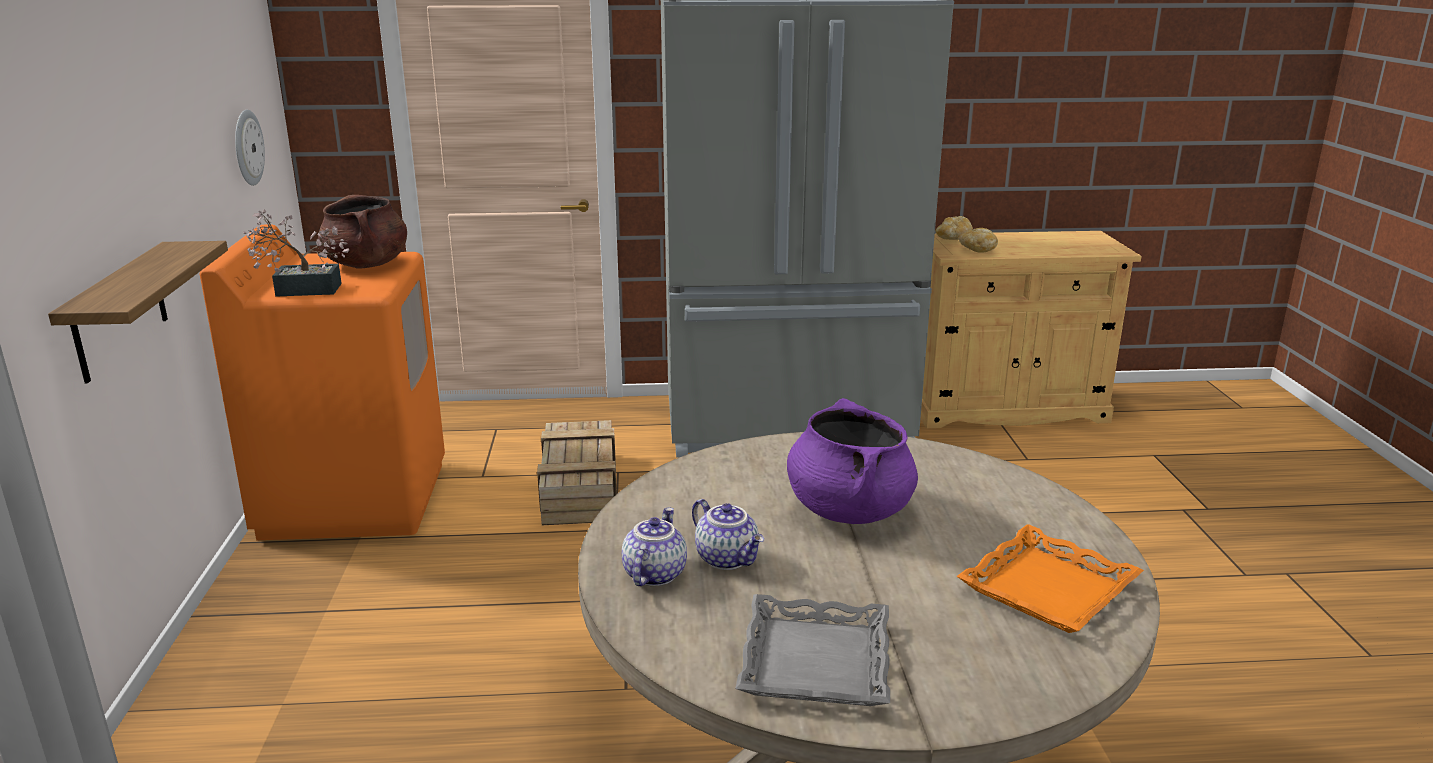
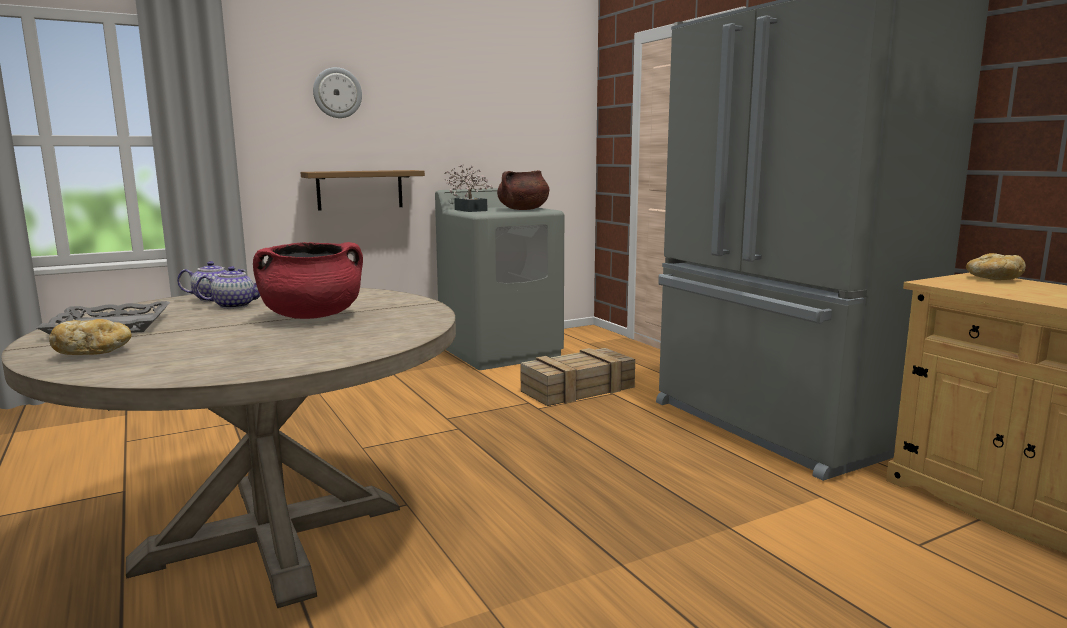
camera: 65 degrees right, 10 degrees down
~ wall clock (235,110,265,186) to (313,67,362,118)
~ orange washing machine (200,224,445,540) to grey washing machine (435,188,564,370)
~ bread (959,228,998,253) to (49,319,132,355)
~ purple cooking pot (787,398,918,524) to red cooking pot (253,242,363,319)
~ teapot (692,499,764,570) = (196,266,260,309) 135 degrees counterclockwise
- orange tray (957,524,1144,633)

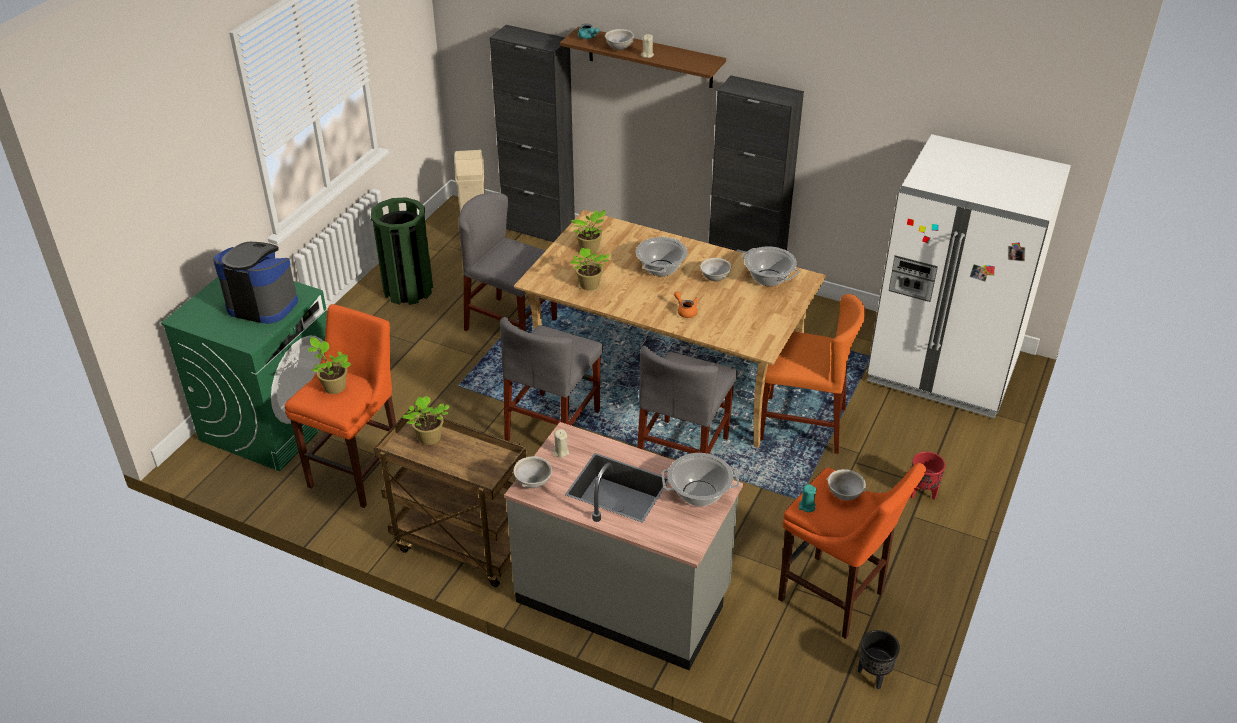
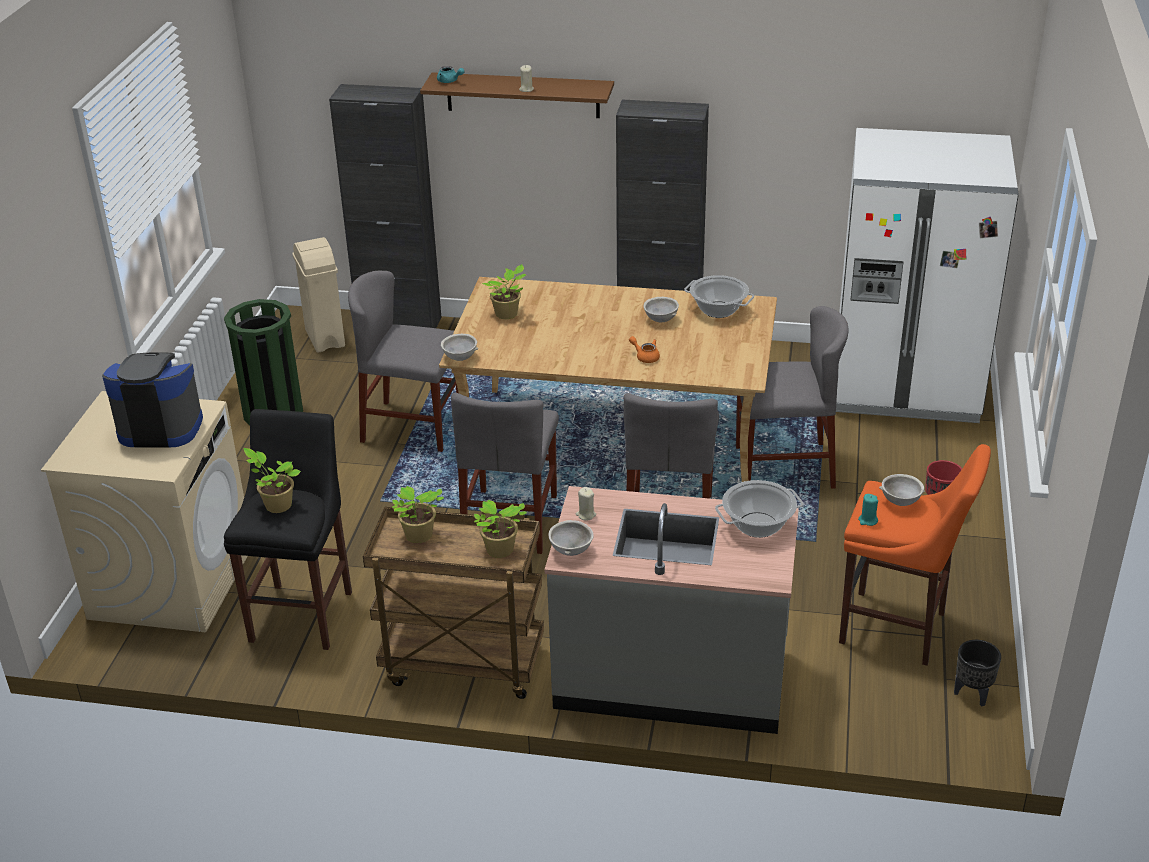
camera: 15 degrees left, 5 degrees down
~ grey bowl (605,29,634,50) to (441,334,478,361)
- cooking pot (636,237,688,276)
~ potted plant (570,248,609,290) to (474,500,527,558)
~ green washing machine (161,277,327,471) to beige washing machine (41,391,247,632)
~ orange chair (760,294,865,454) to grey chair (736,306,848,489)
~ orange stool (285,304,396,508) to black stool (224,409,352,650)

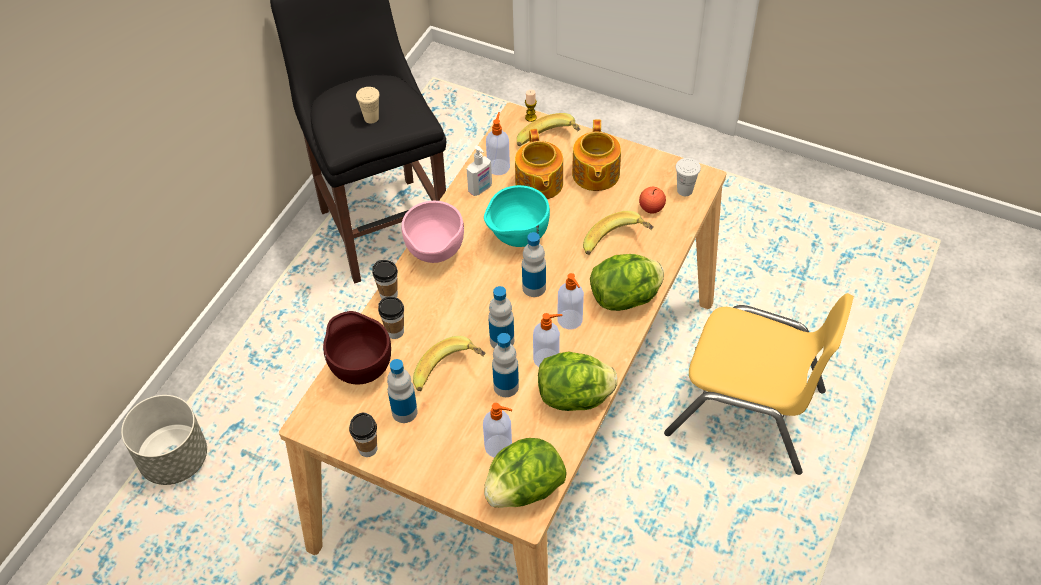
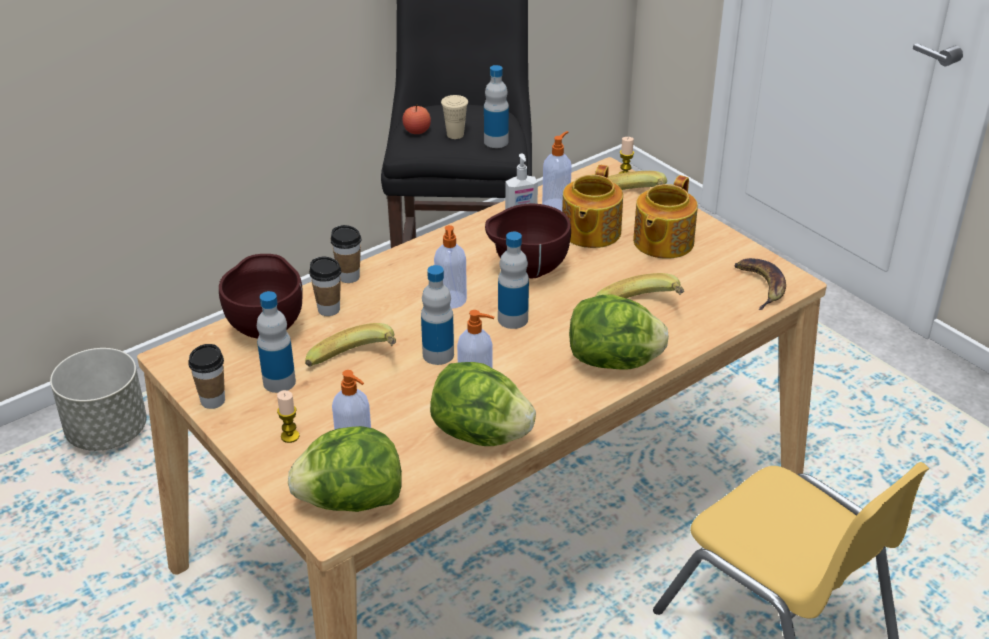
camera: 25 degrees right, 15 degrees down
~ white cup (675,158,701,196) to banana (734,258,786,310)
~ turquoise bowl (484,185,550,247) to brown bowl (485,204,571,278)
~ apple (639,187,666,213) to (402,104,431,134)
- pink bowl (402,201,464,263)
~ soap dispenser (557,273,584,330) to (434,225,467,309)
~ bottle (492,333,519,397) to (484,65,509,148)
+ candle (277,390,300,443)

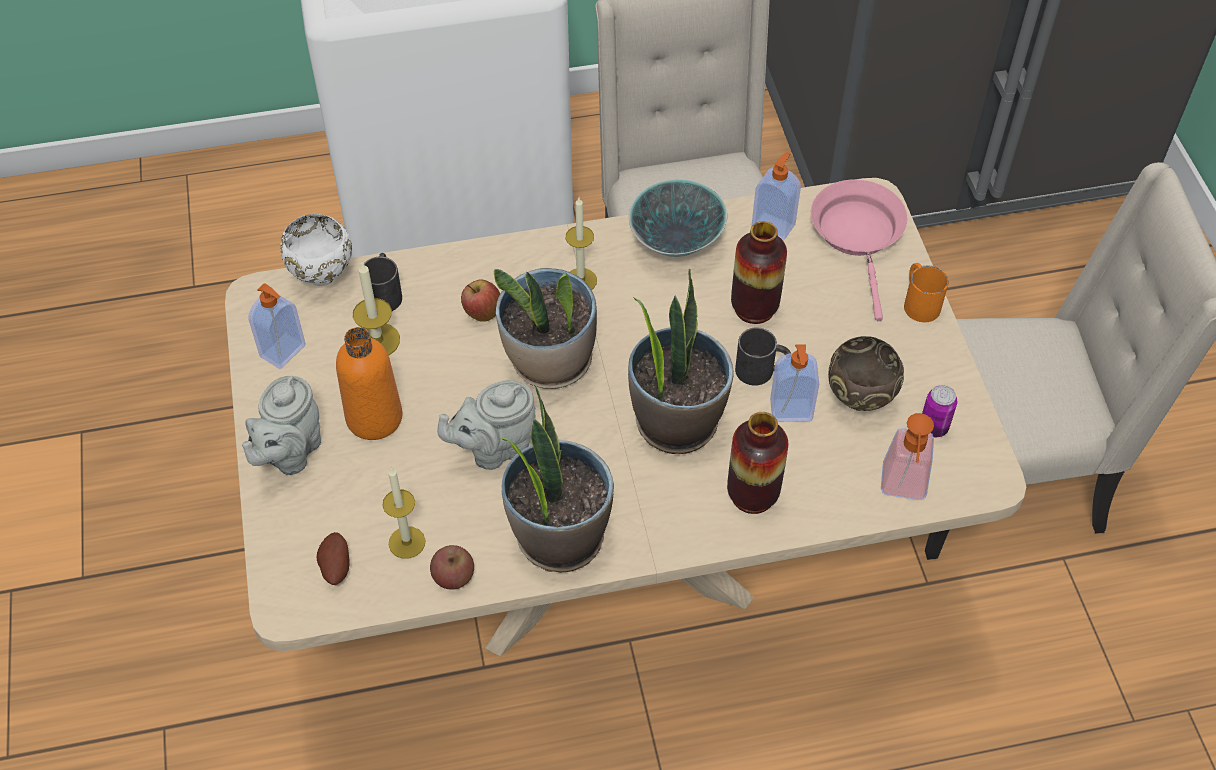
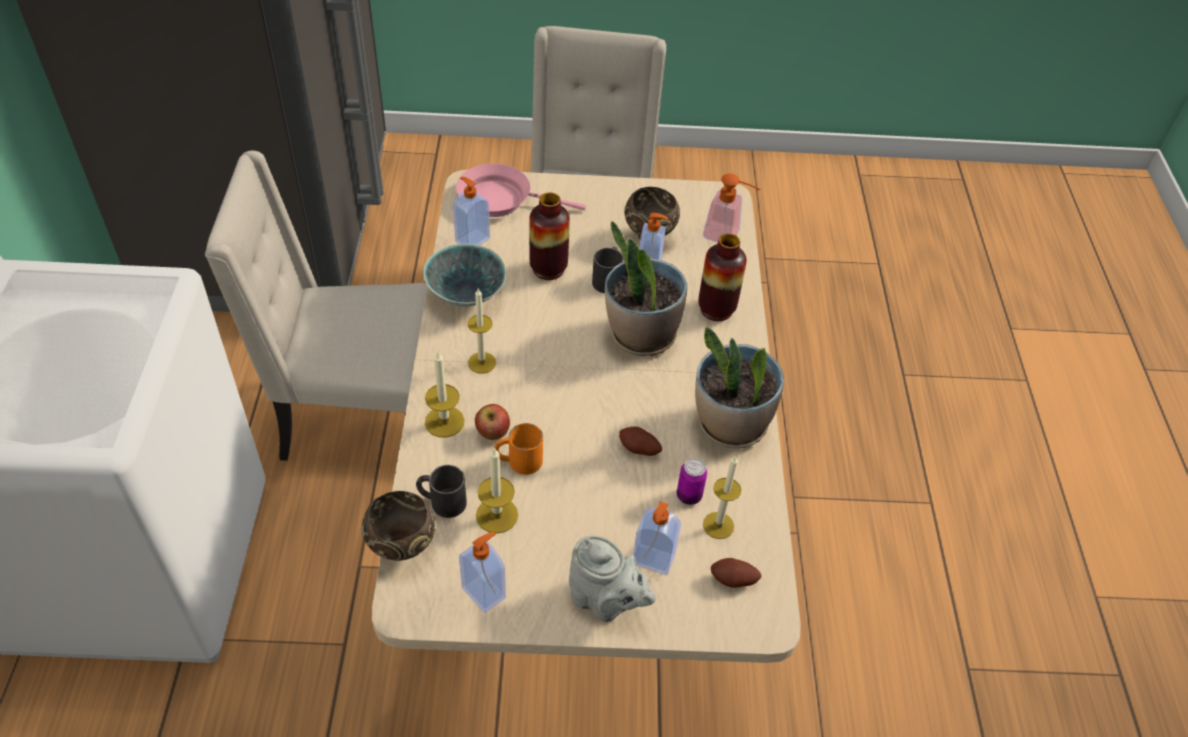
camera: 80 degrees left, 5 degrees down
~ white bowl (280,214,352,286) to brown bowl (362,491,435,561)
~ orange mug (904,263,949,322) to (494,423,543,475)
- potted plant (494,268,597,389)
- orange bottle (336,327,403,440)
~ grey teapot (437,380,536,470) to potato (619,427,662,456)
~ can (922,385,957,437) to (677,458,707,505)
- apple (430,545,474,590)
+ candle (425,352,465,438)
+ soap dispenser (633,501,681,575)

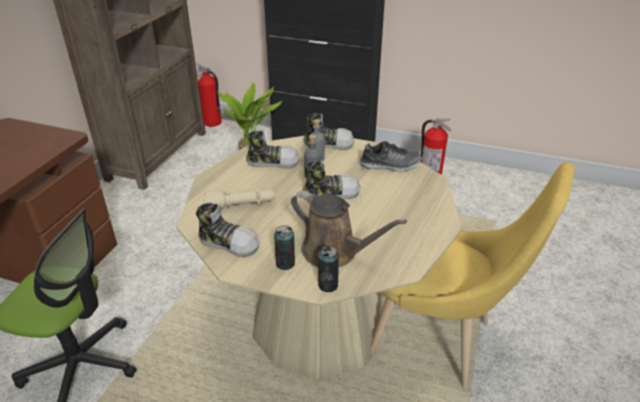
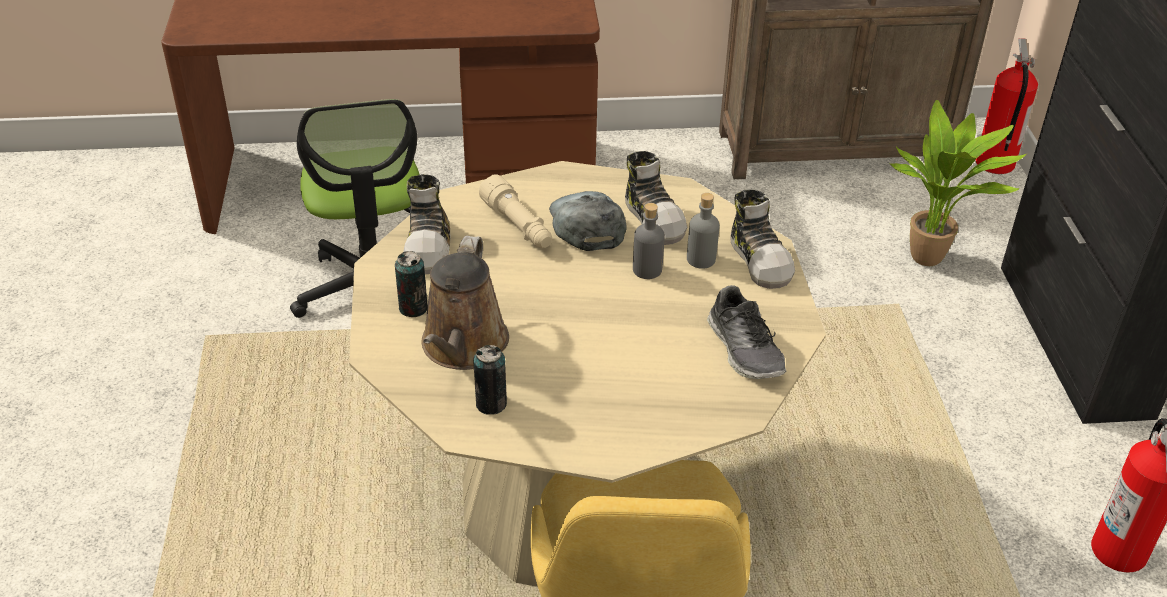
camera: 65 degrees right, 5 degrees up
- shoe (302,160,360,199)
~ can (318,246,339,292) to (473,345,507,415)
+ grey cap (549,191,627,251)

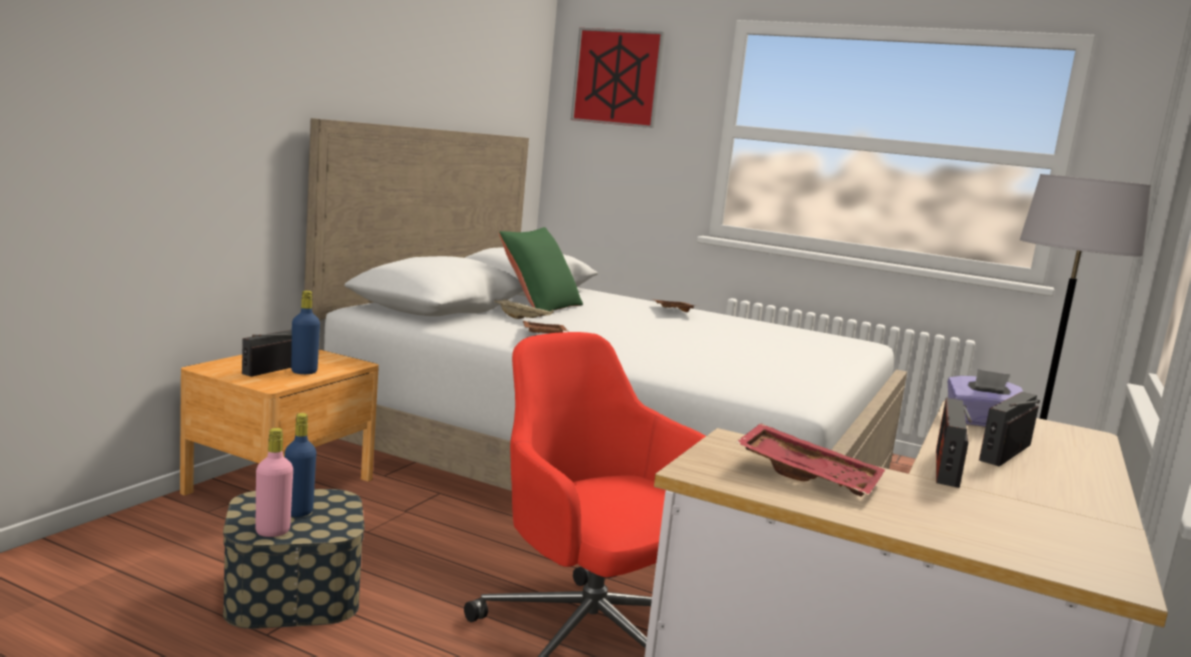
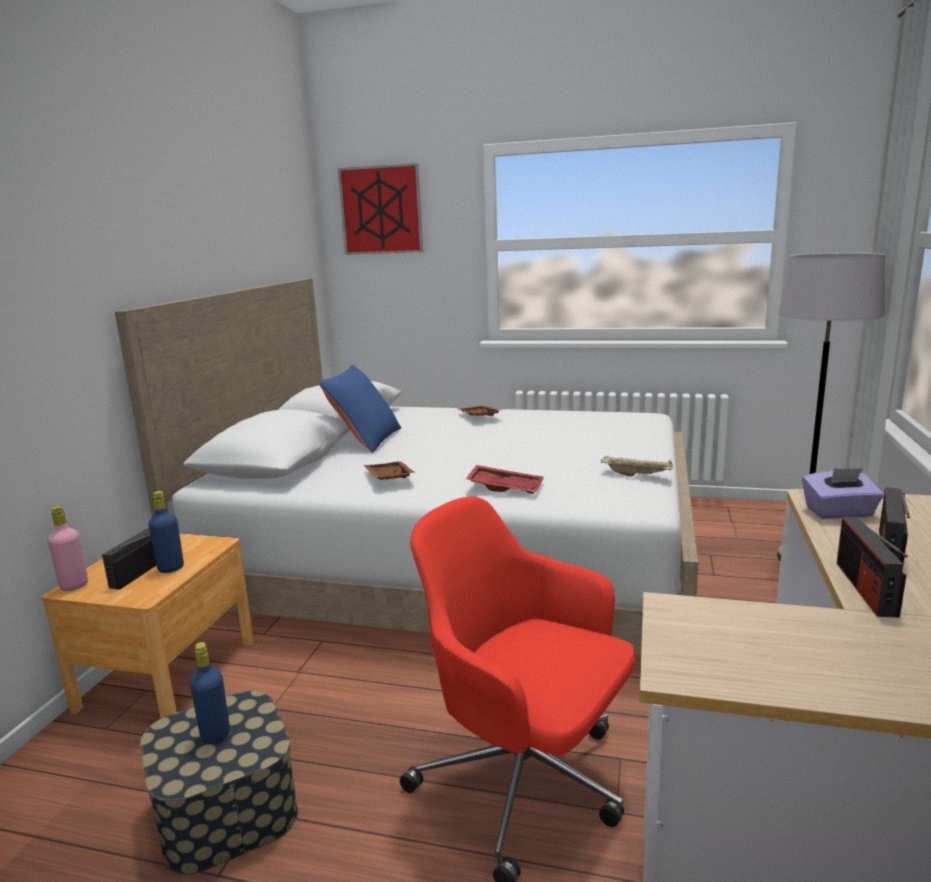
camera: 10 degrees left, 5 degrees up
~ green pillow (499,227,583,317) to blue pillow (318,365,401,453)
~ beige tray (494,299,554,319) to (601,456,673,477)
~ red tray (736,423,885,497) to (466,465,544,494)
~ pink bottle (256,428,293,537) to (48,506,88,591)

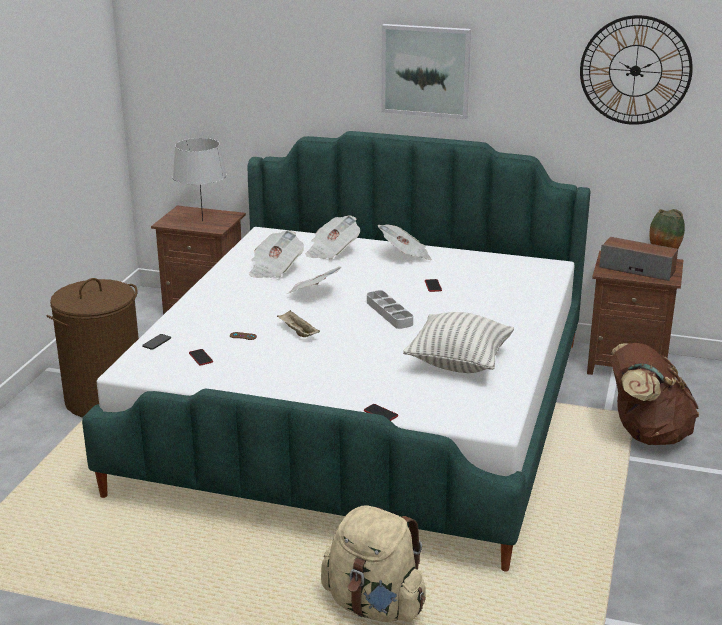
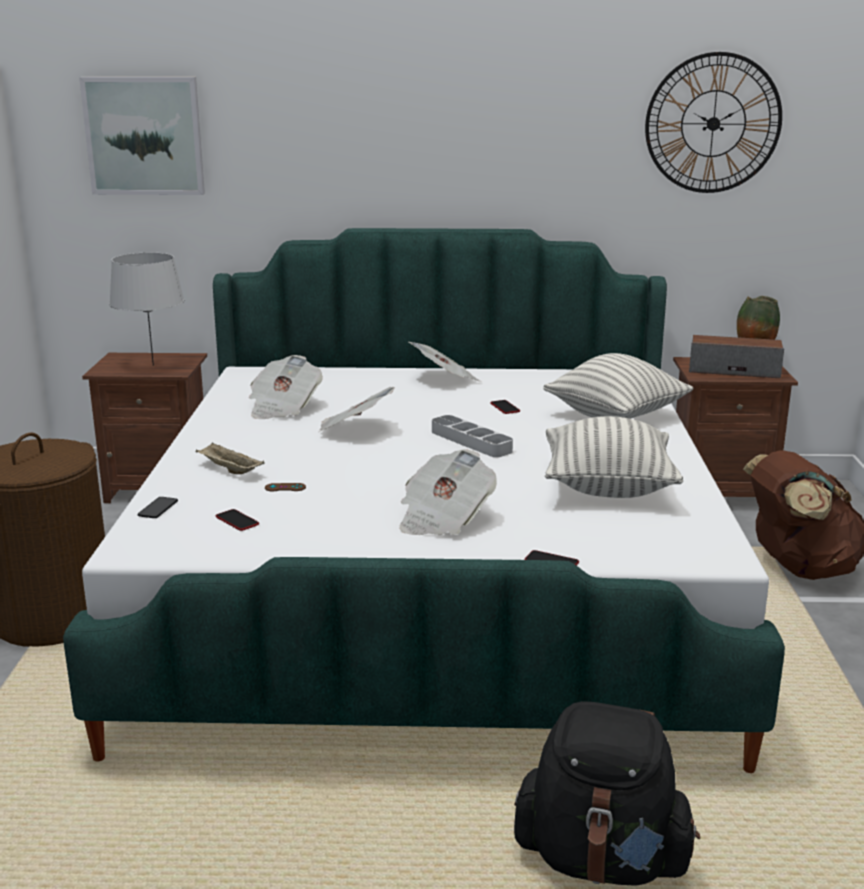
camera: 15 degrees left, 5 degrees down
~ picture (382,24,471,119) to (79,77,205,195)
~ newspaper (306,216,360,260) to (399,449,497,535)
~ beige tray (277,310,320,337) to (196,443,264,474)
~ beige backpack (321,505,426,622) to black backpack (514,701,700,886)
+ pillow (543,353,693,419)

